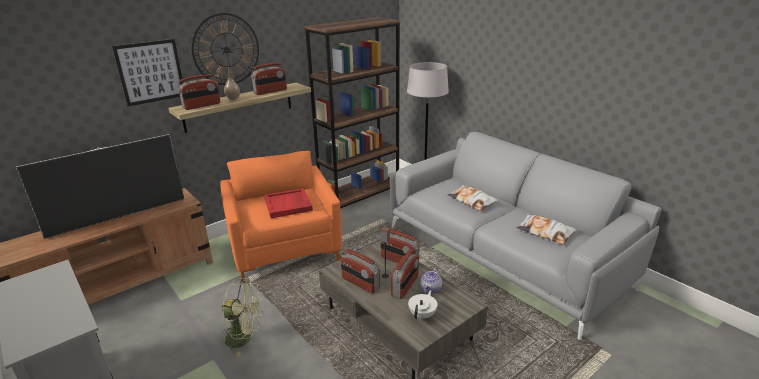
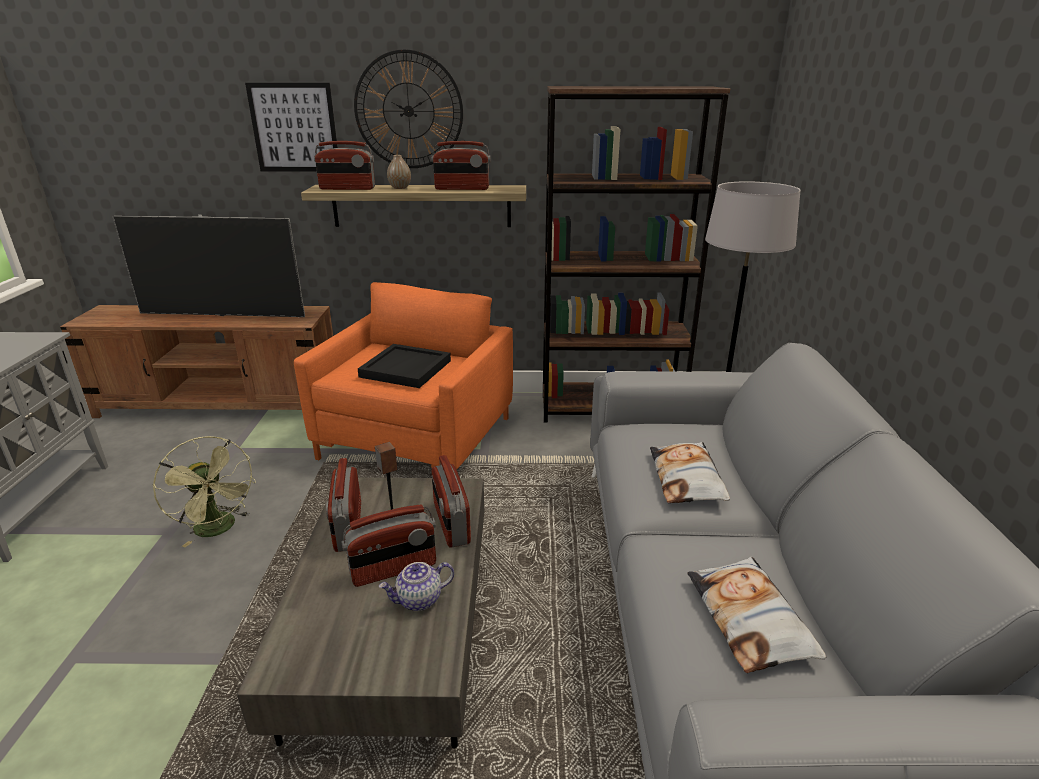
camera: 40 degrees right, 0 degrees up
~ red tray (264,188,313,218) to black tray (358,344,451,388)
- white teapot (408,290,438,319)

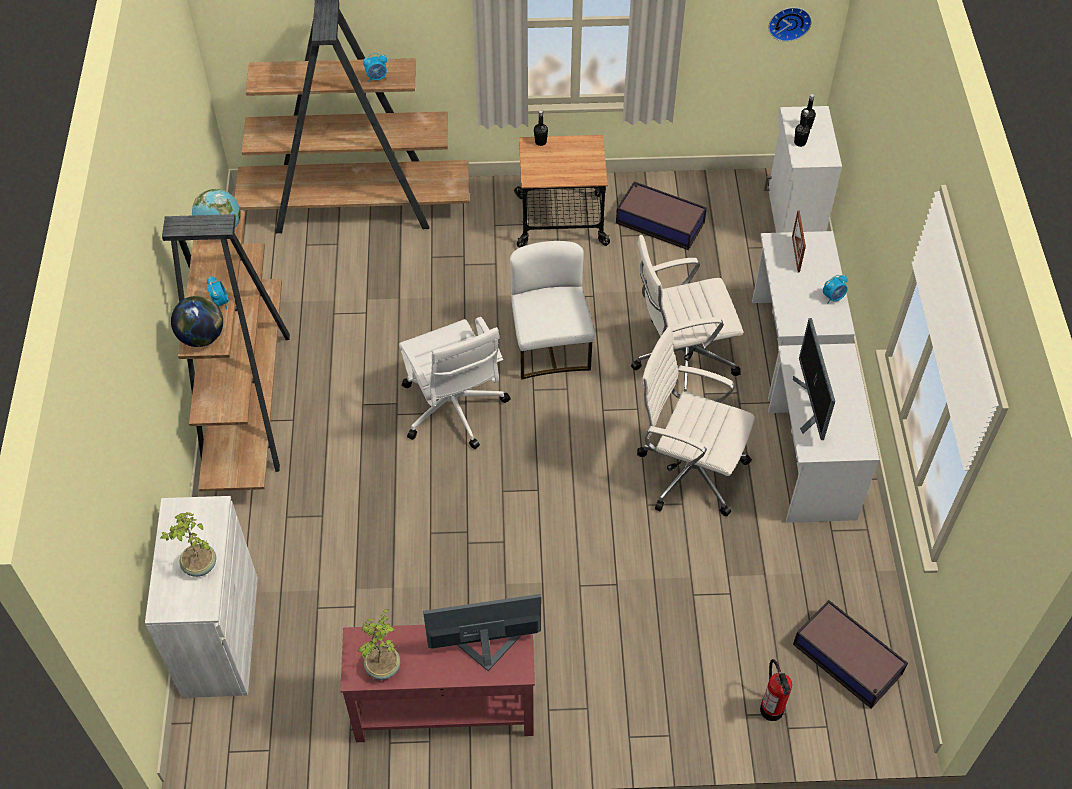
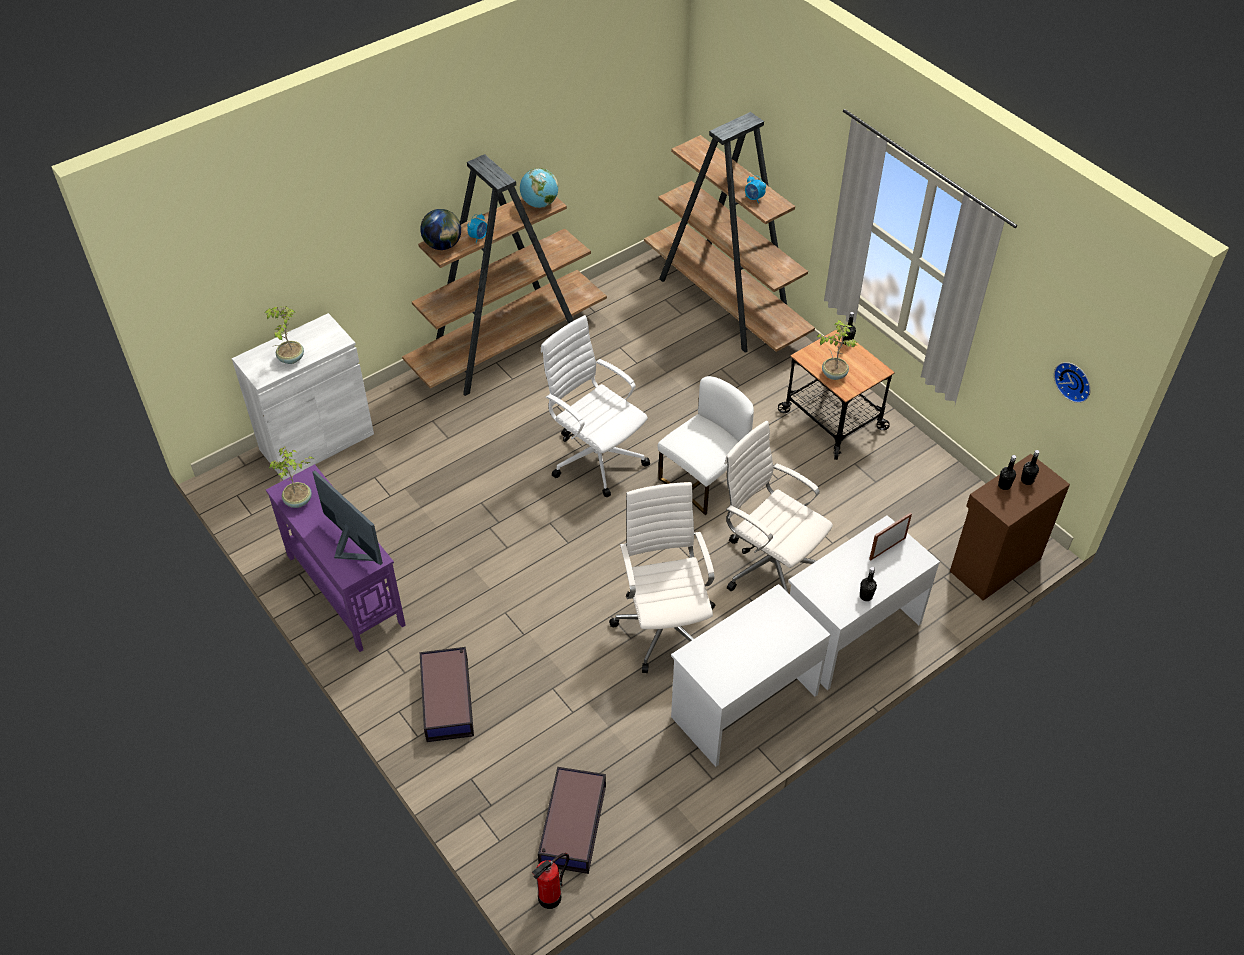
camera: 55 degrees right, 5 degrees down
~ white cabinet (764,106,842,233) to brown cabinet (950,454,1070,601)
~ storage box (616,181,707,250) to (420,647,474,742)
~ alarm clock (823,275,848,304) to black bottle (860,567,877,601)
~ white office chair (399,317,511,449) = (541,315,650,497) 105 degrees clockwise
- monitor (793,318,835,440)
~ red console table (340,625,535,742) to purple console table (266,464,406,652)
~ fire extinguisher (760,659,792,721) to (532,853,569,909)
+ potted plant (817,320,857,380)

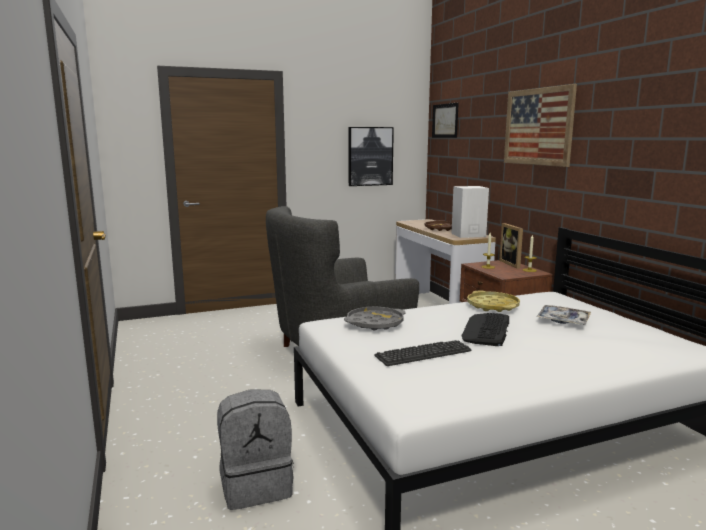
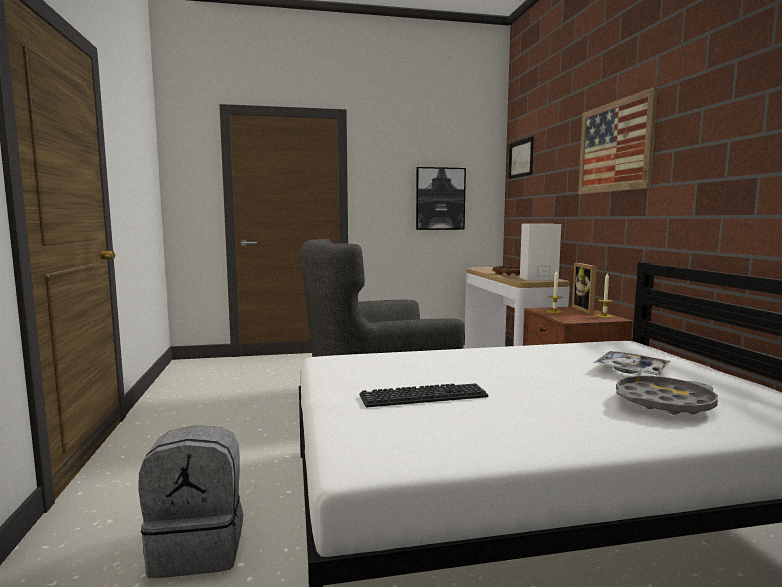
camera: 10 degrees right, 5 degrees down
- yellow tray (467,291,520,312)
~ grey tray (344,306,406,330) to (616,376,718,415)
- keyboard (461,313,509,346)

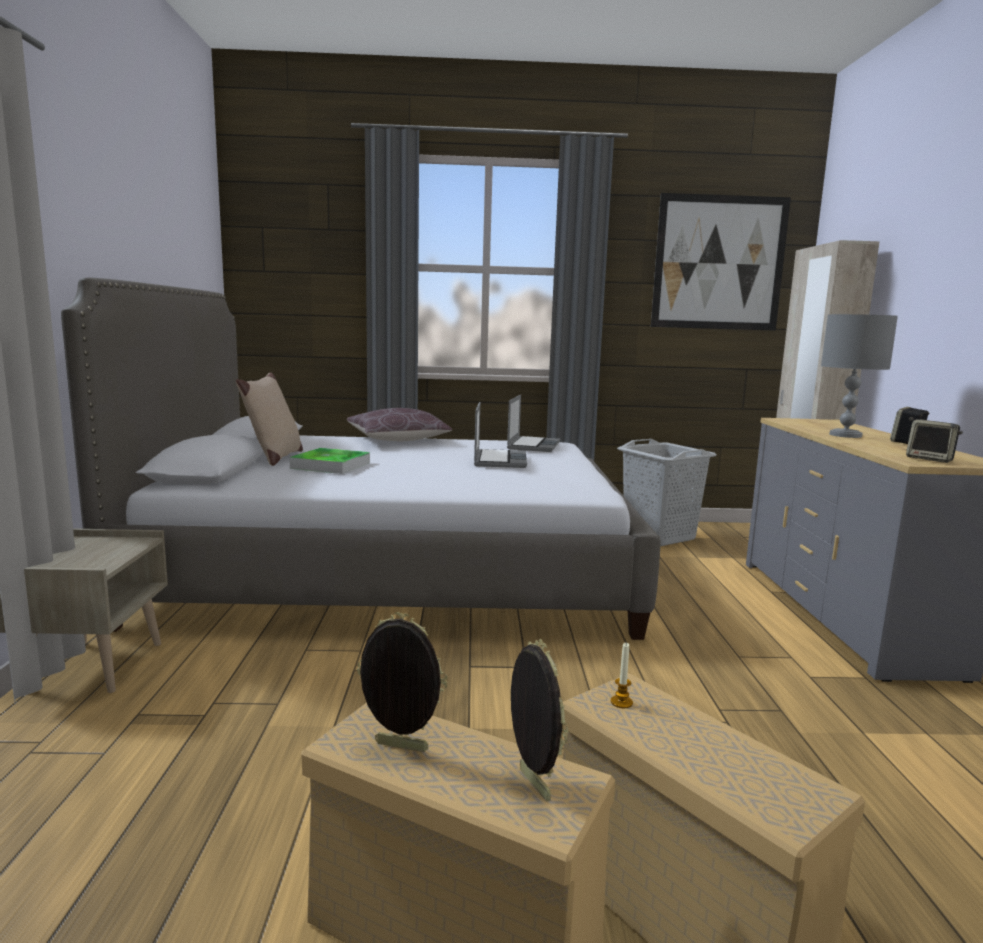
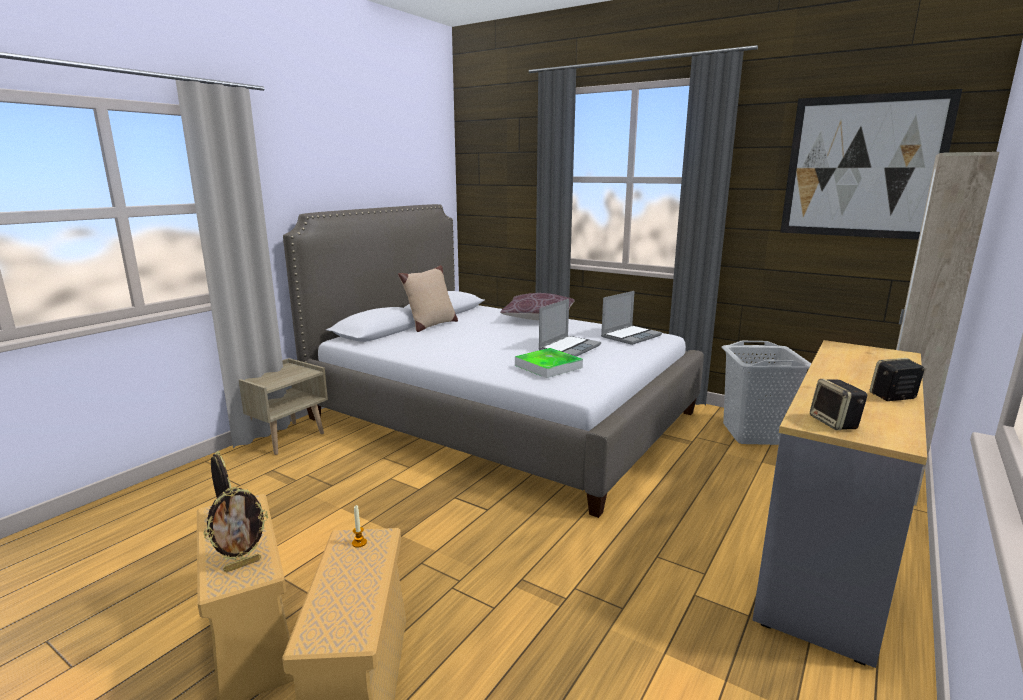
camera: 35 degrees right, 5 degrees up
- grey table lamp (821,314,898,438)
~ tray (289,448,370,474) to (515,348,583,378)
~ picture frame (511,639,569,802) = (204,487,268,572) 45 degrees clockwise

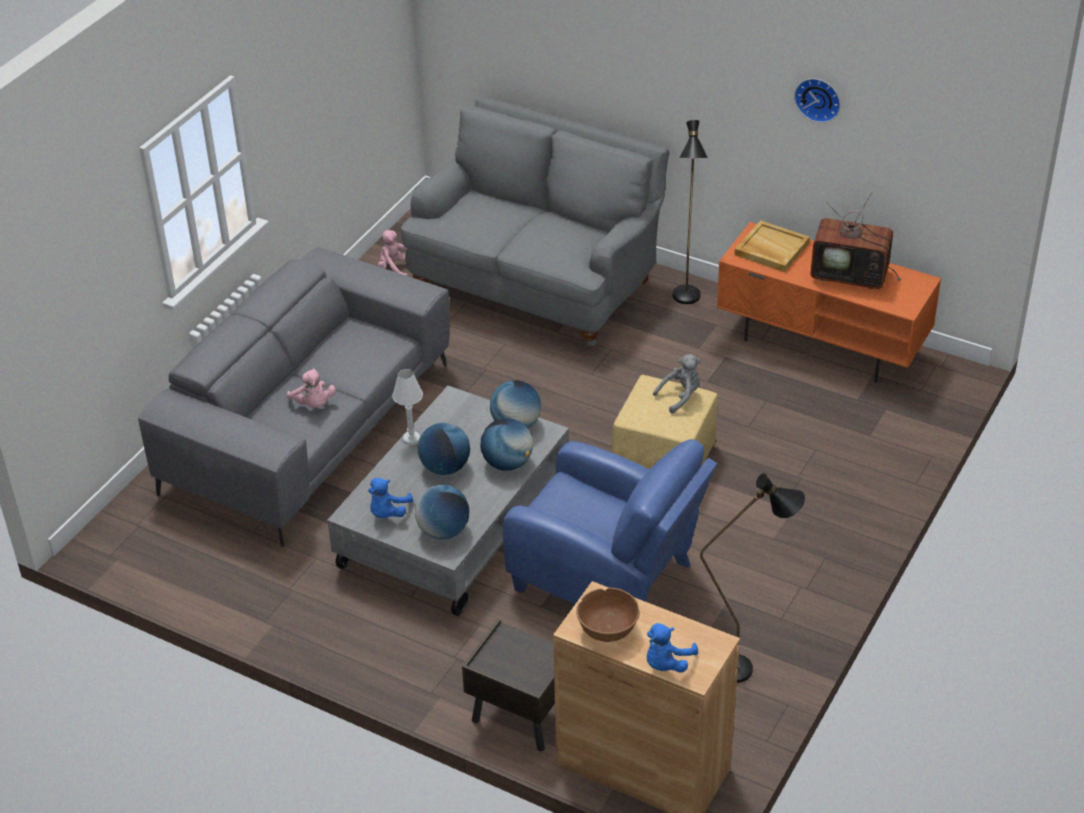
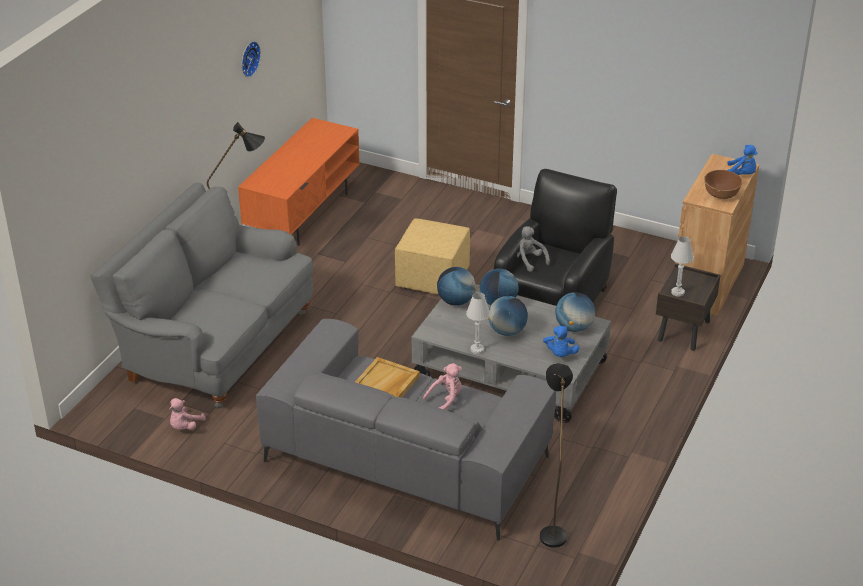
camera: 95 degrees left, 5 degrees down
- television (811,192,901,289)
~ beige tray (734,220,810,272) to (355,357,420,397)
~ grey plush toy (653,354,701,414) to (517,226,550,272)
~ blue armchair (502,439,717,604) to black armchair (494,169,617,306)
~ black floor lamp (700,473,805,683) to (540,363,573,548)
~ blue plush toy (368,478,414,518) = (543,326,579,357) 75 degrees clockwise
+ white table lamp (671,236,694,296)

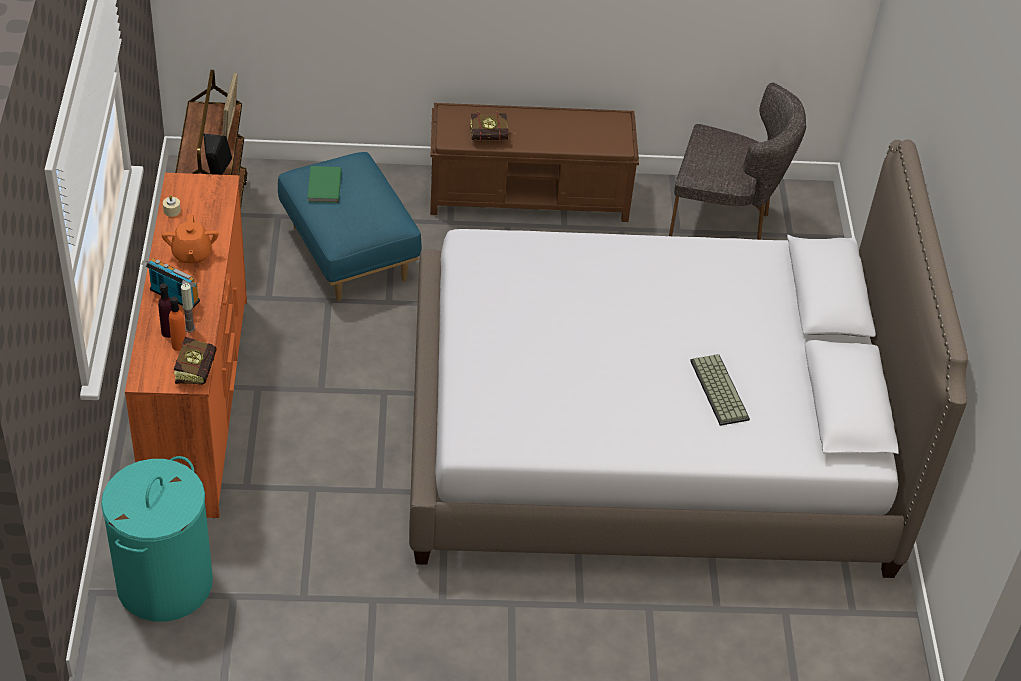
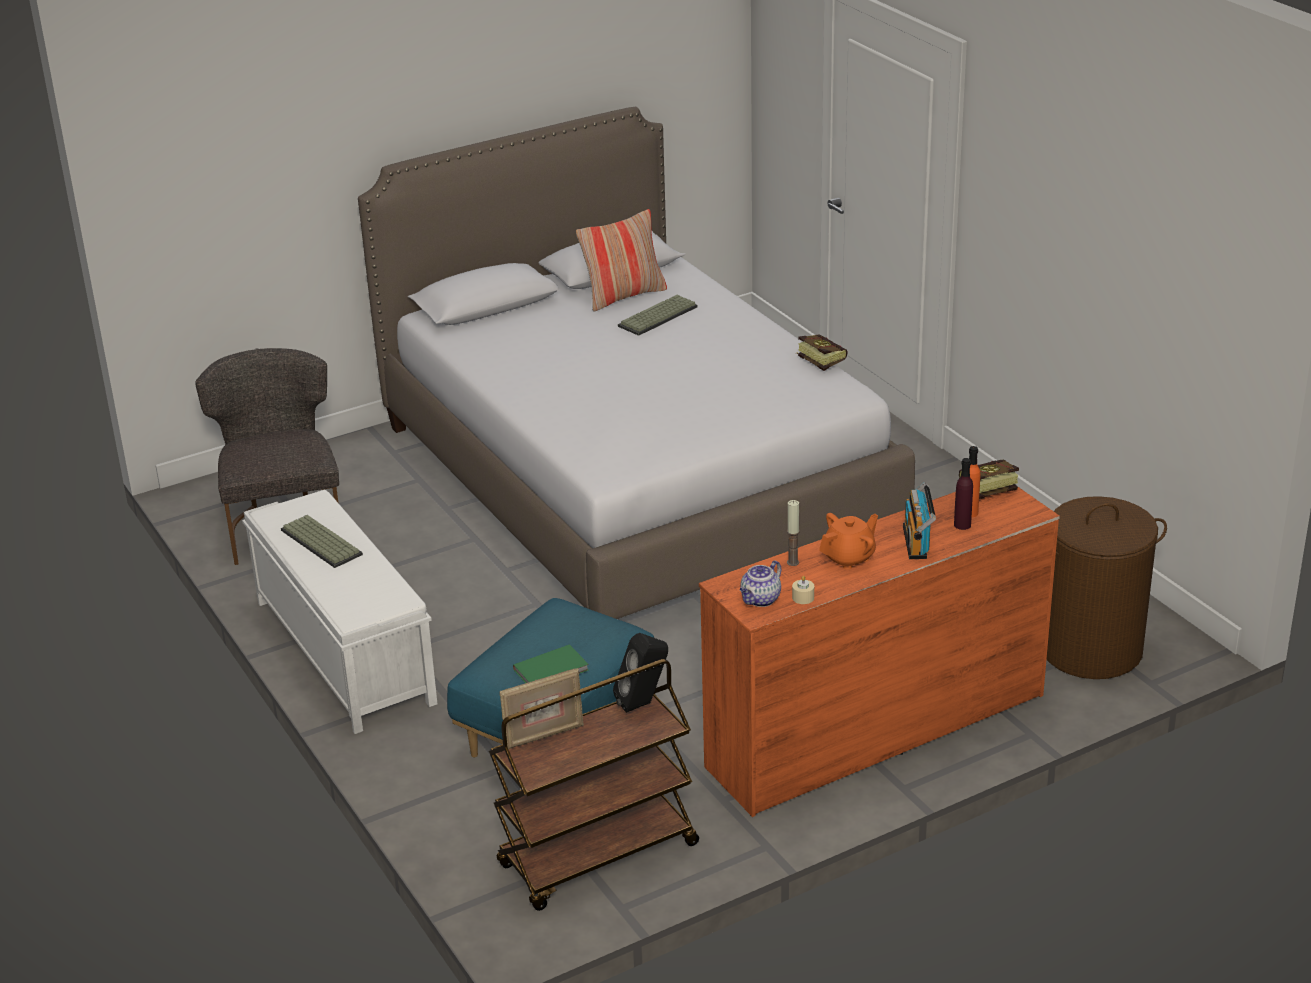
camera: 115 degrees left, 15 degrees down
~ brown bench (430,103,639,222) to white bench (242,490,438,734)
~ book (470,111,515,140) to (796,334,847,371)
~ candle (181,283,195,332) to (787,500,800,566)
~ turquoise laundry basket (101,456,213,622) to brown laundry basket (1047,496,1167,679)
+ pillow (576,209,667,312)
+ keyboard (281,515,363,568)
+ teapot (740,561,781,607)

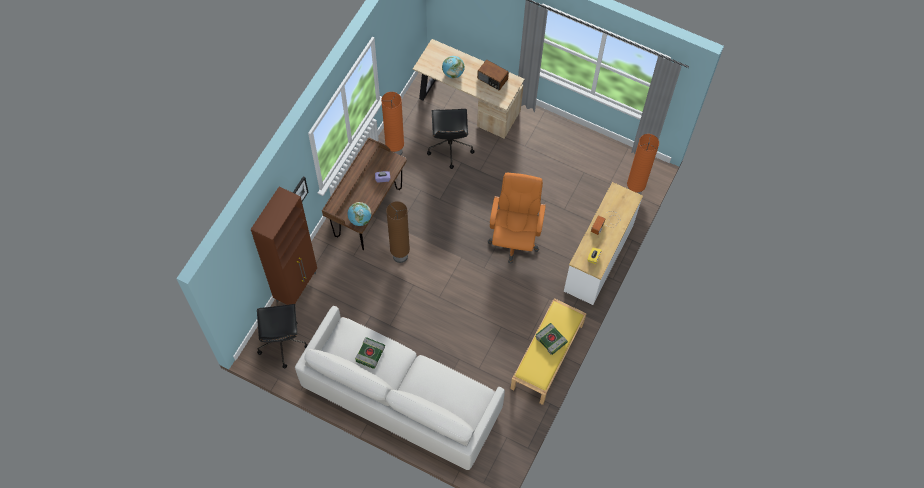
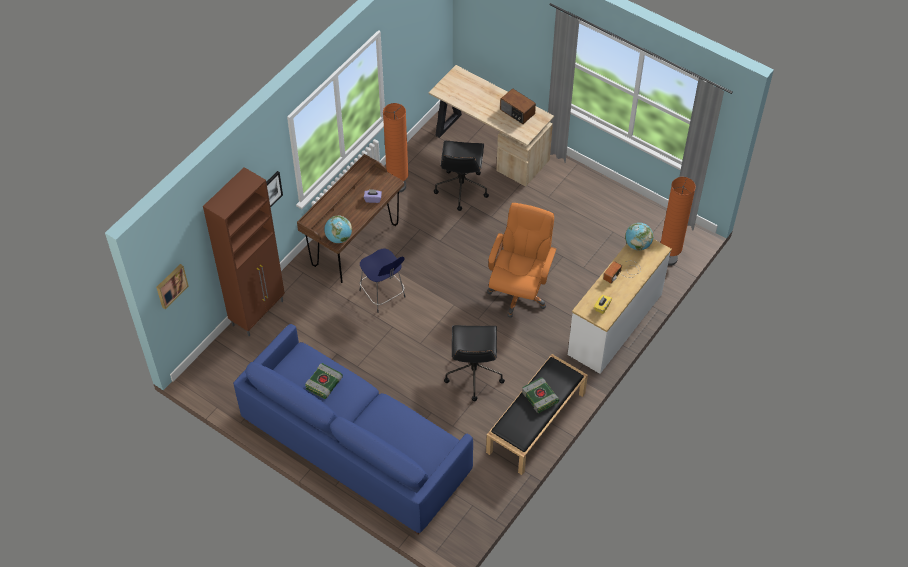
camera: 10 degrees right, 10 degrees down
~ globe (442,56,465,78) to (625,223,653,250)
~ brown floor lamp (386,201,410,263) to blue stool (359,248,405,313)
~ yellow bench (510,298,587,405) to black bench (486,354,588,475)
~ black office chair (257,304,308,369) to (444,325,505,402)
~ white sofa (295,306,505,470) to blue sofa (233,324,473,534)
+ picture (156,264,189,309)

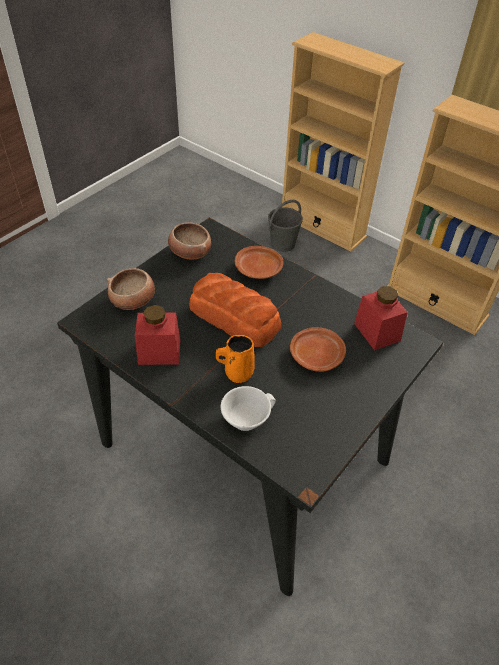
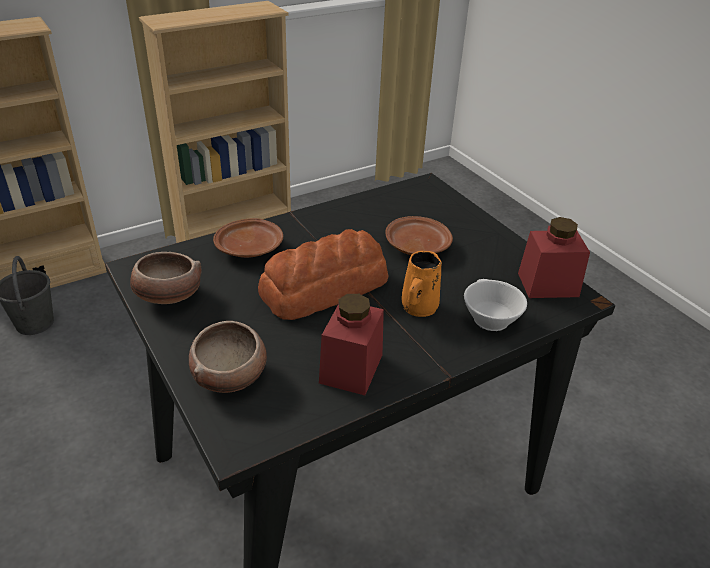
camera: 70 degrees left, 10 degrees down
~ red jar (354,286,408,350) to (518,217,590,298)

